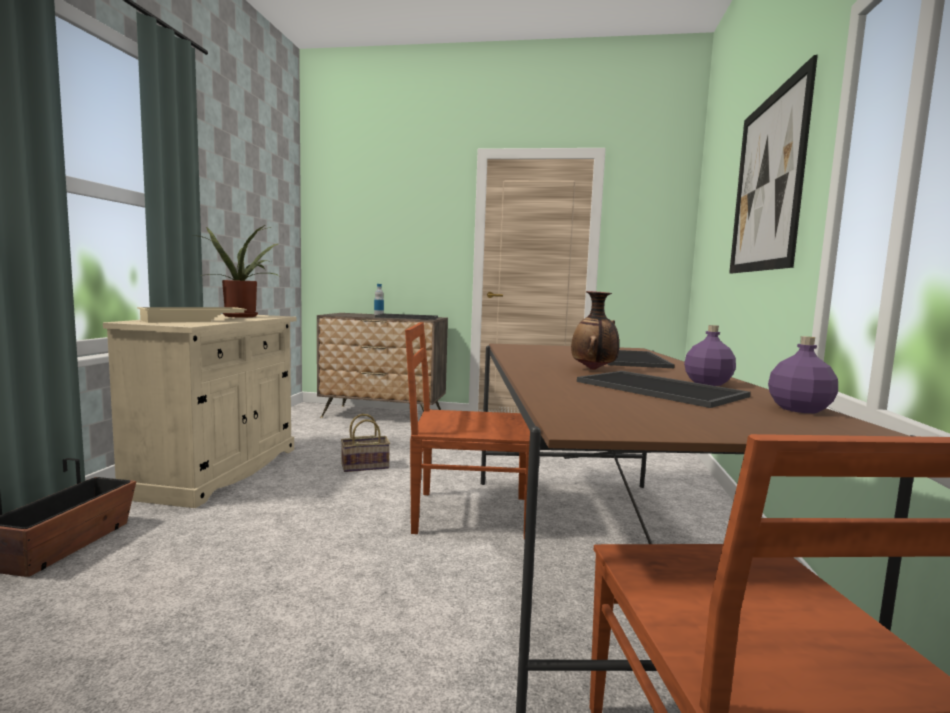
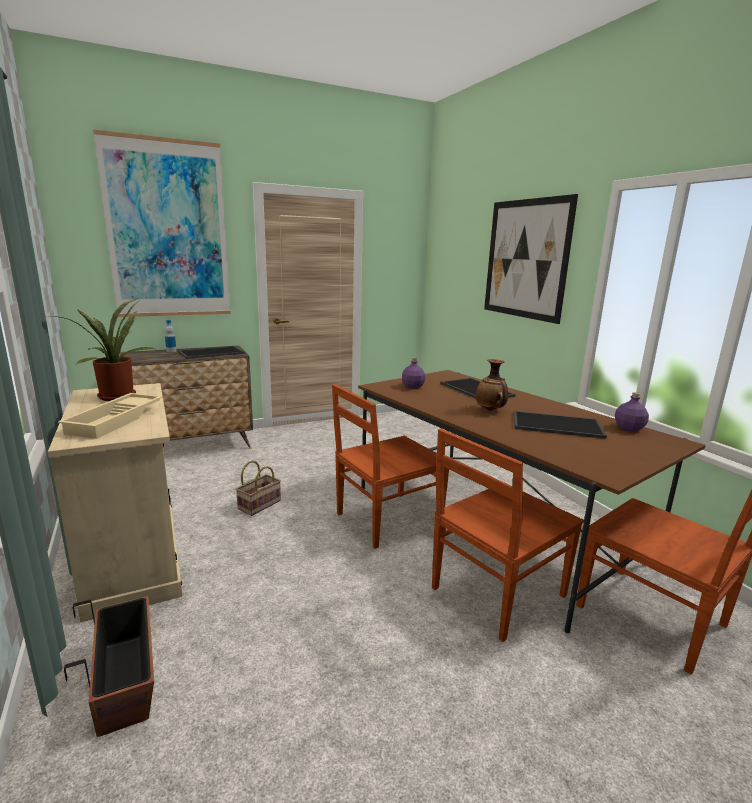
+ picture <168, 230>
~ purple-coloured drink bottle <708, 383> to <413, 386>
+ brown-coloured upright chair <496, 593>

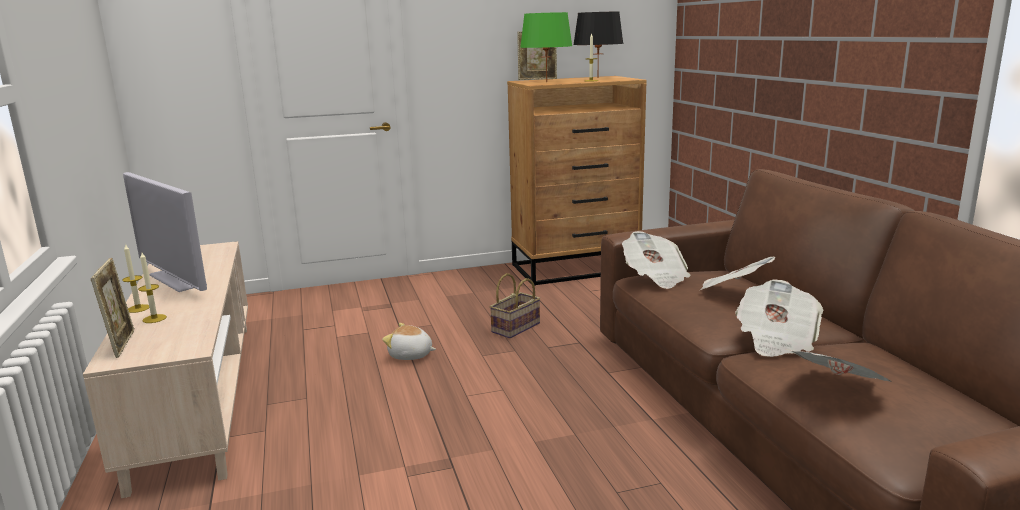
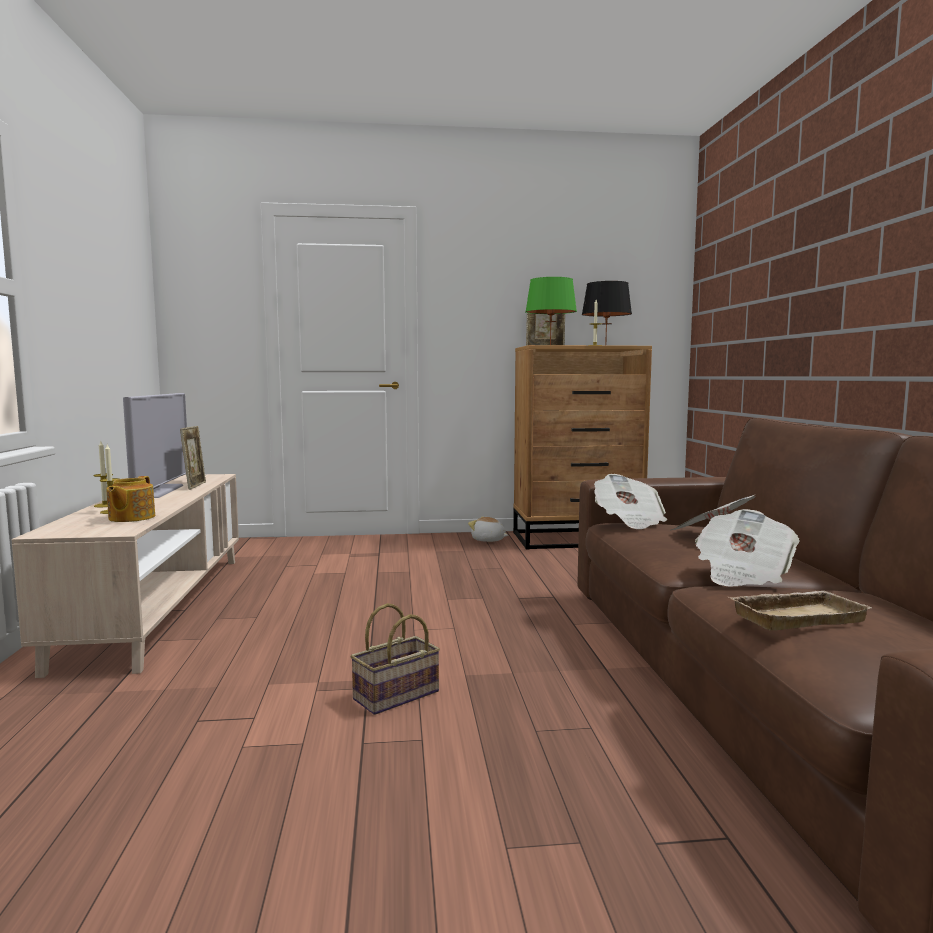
+ pot for tea <131, 518>
~ TV <177, 280> = <158, 491> 150 degrees counterclockwise
~ standing frame <122, 344> to <195, 486>
~ storage basket <515, 328> to <395, 697>
~ cuddly toy <410, 355> to <488, 540>
~ printed paper <837, 390> to beige tray <796, 616>

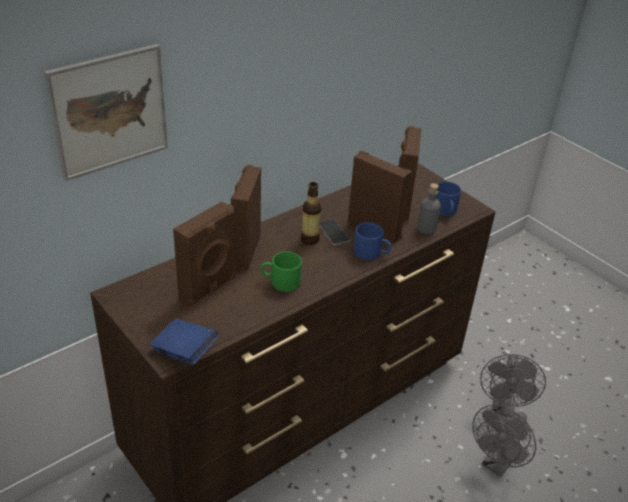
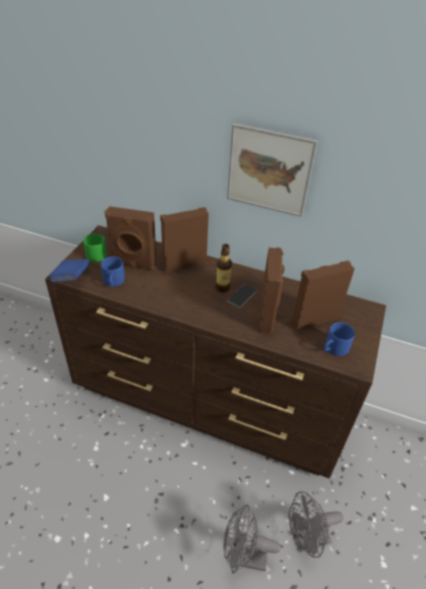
~ green-coloured tea mug <280, 282> to <95, 253>
~ bluish tea mug <372, 253> to <114, 282>
~ picture <109, 111> to <269, 170>
- greyish drink bottle <426, 228>

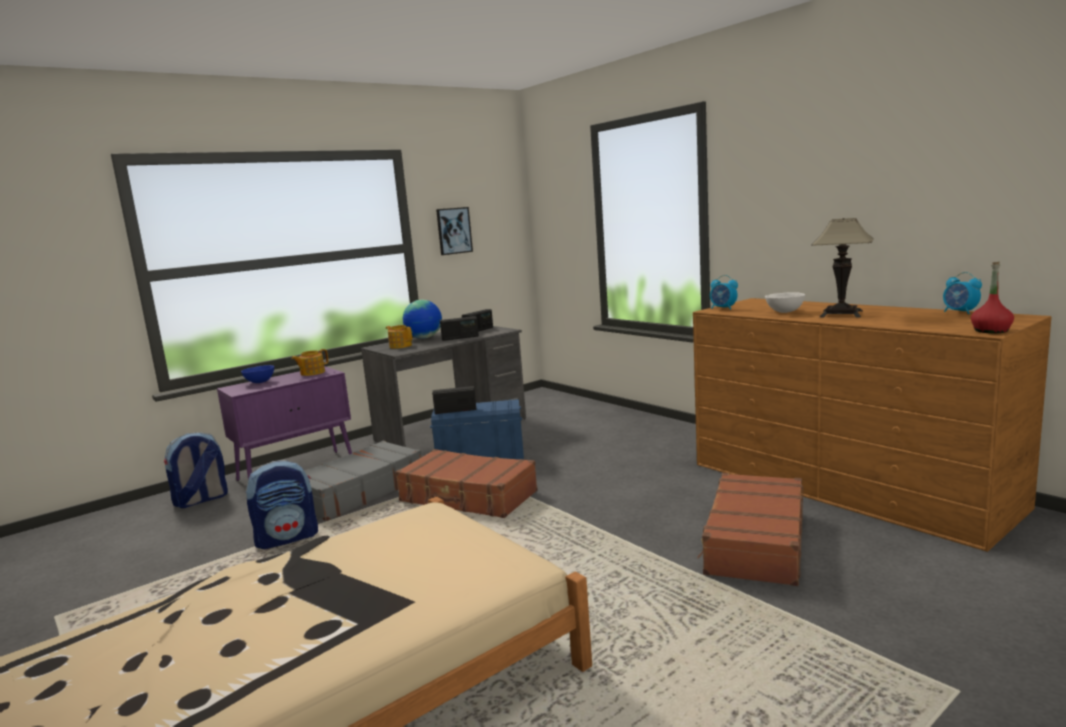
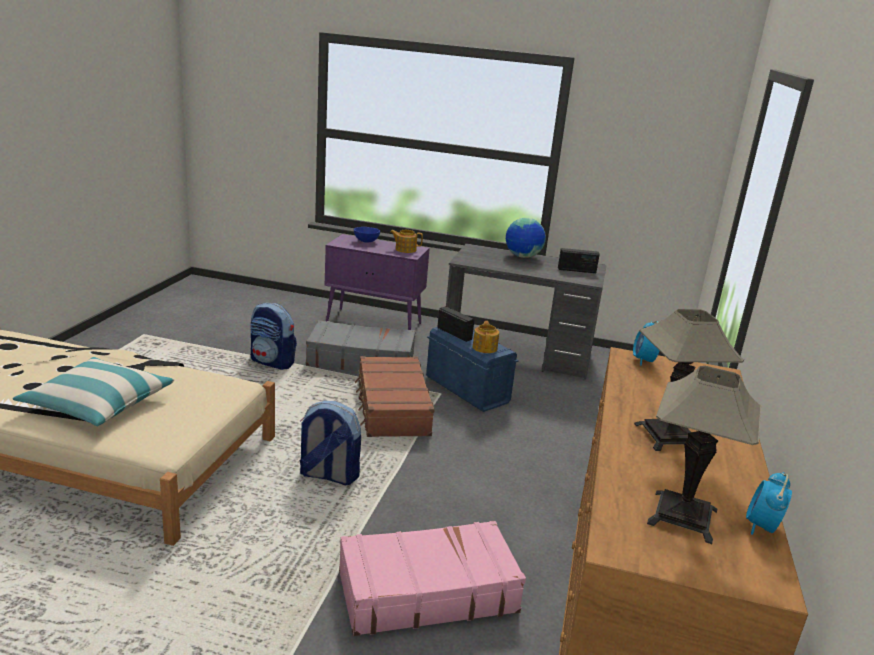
+ pillow <98, 404>
~ knapsack <201, 500> to <328, 475>
~ brown-coloured suitcase <754, 542> to pink suitcase <426, 591>
~ pot for tea <400, 346> to <485, 347>
+ lamp for a table <682, 517>
- picture <454, 231>
- radio set <460, 338>
- whitish serving bowl <784, 312>
- reddish drink bottle <991, 331>

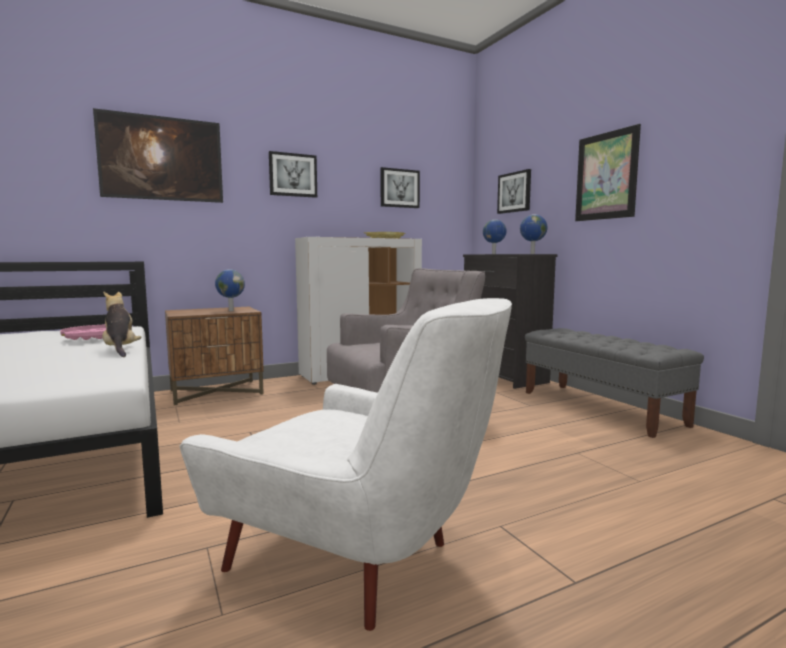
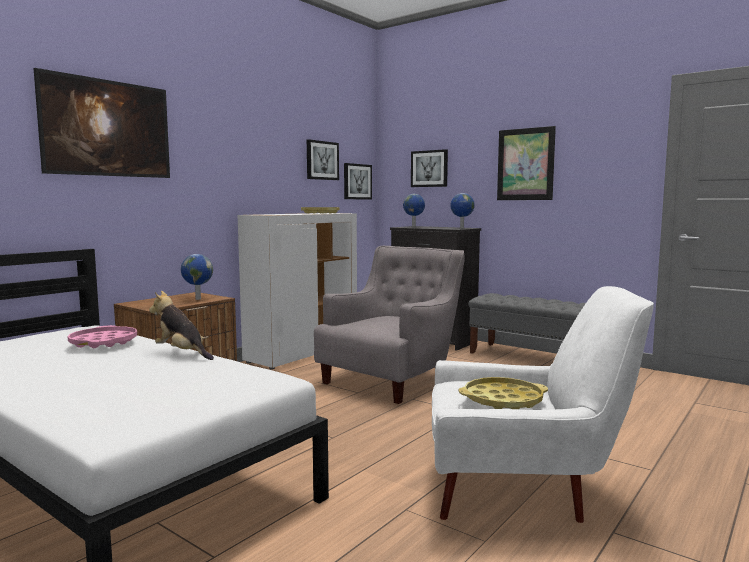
~ picture <293, 175> to <357, 181>
+ yellowish tray <502, 400>

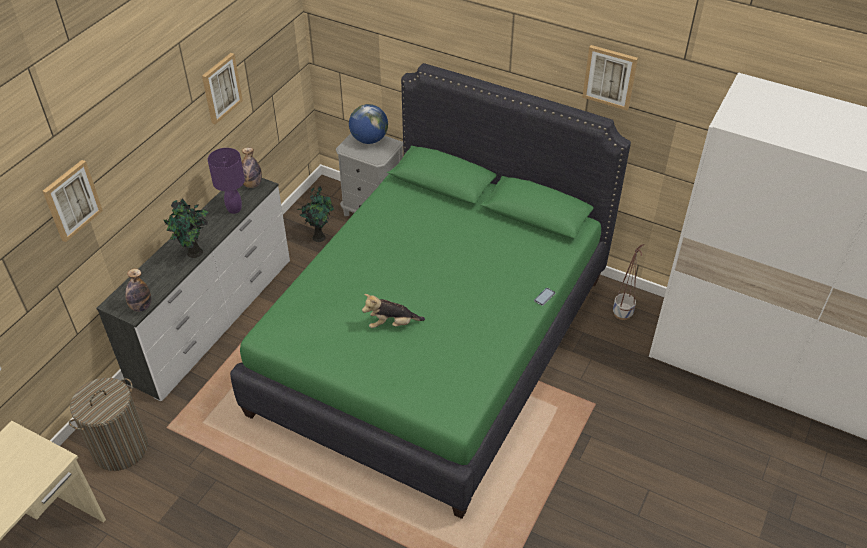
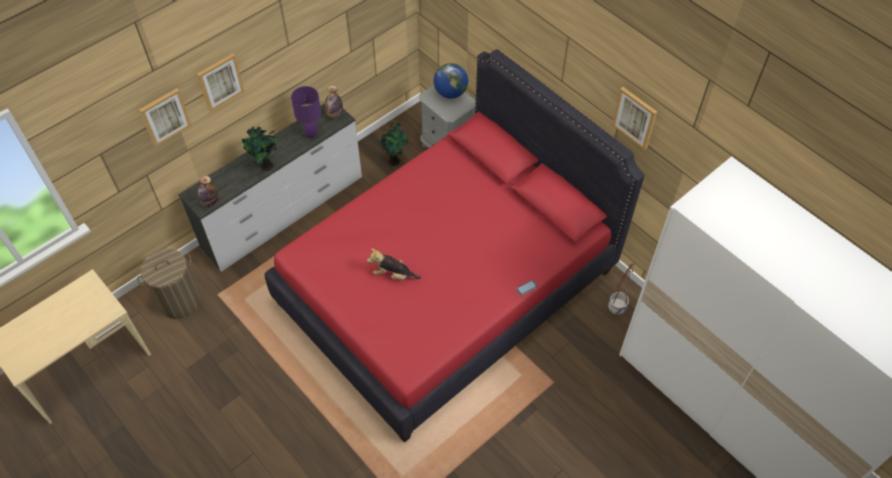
~ picture <221, 88> to <220, 81>
~ green-coloured sleeping bed <433, 343> to reddish sleeping bed <446, 286>

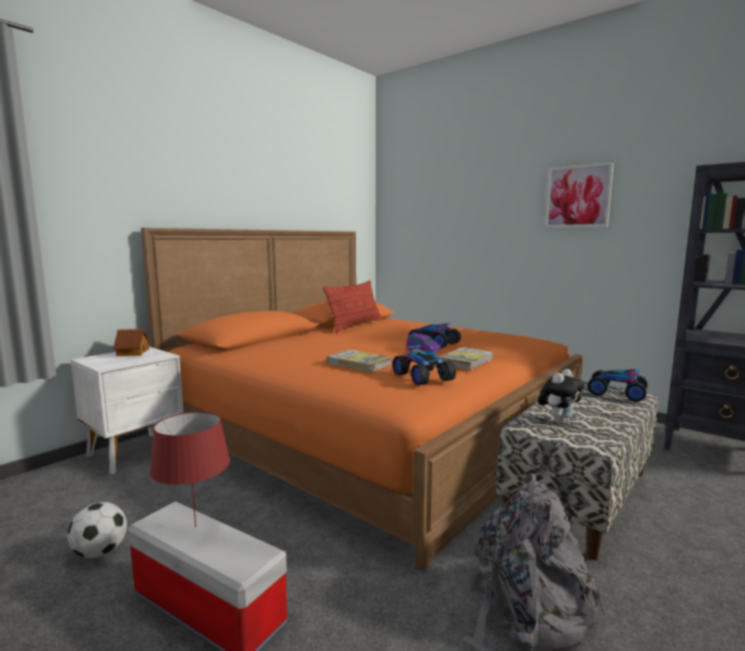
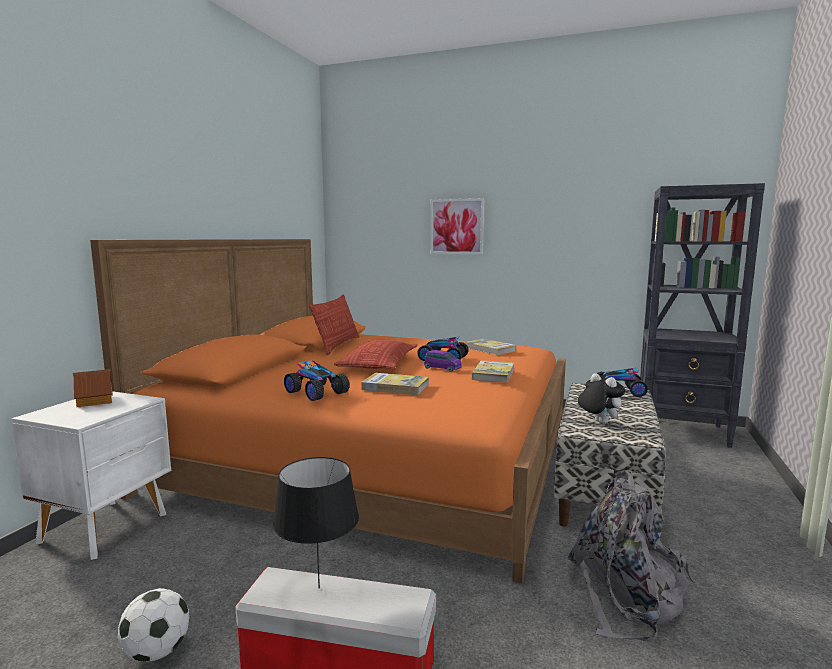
~ reddish lamp for a table <194, 527> to black lamp for a table <318, 588>
~ toy car <422, 377> to <316, 392>
+ pillow <379, 363>
~ picture <578, 196> to <457, 226>
+ book <490, 349>
~ cuddly toy <559, 421> = <598, 422> 60 degrees counterclockwise

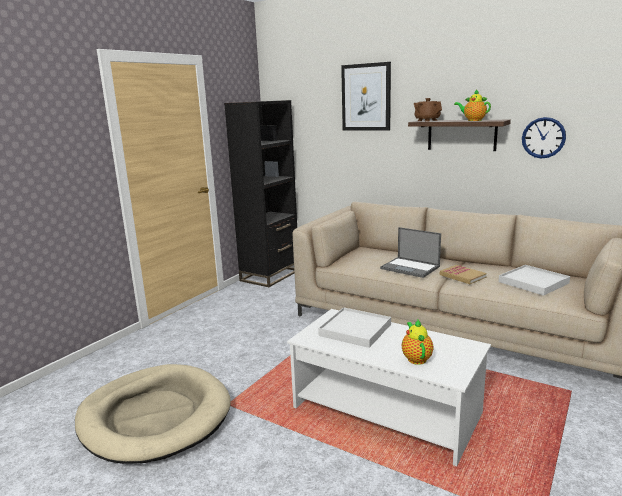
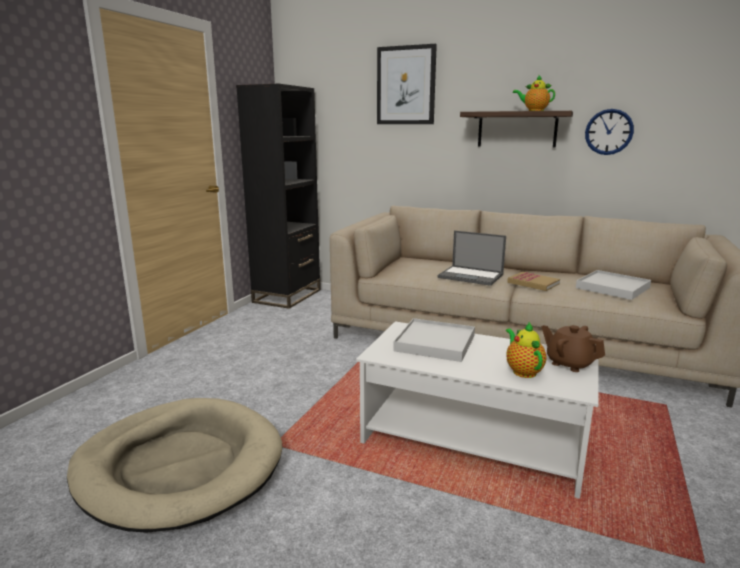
~ brown-coloured pot for tea <427, 120> to <569, 363>

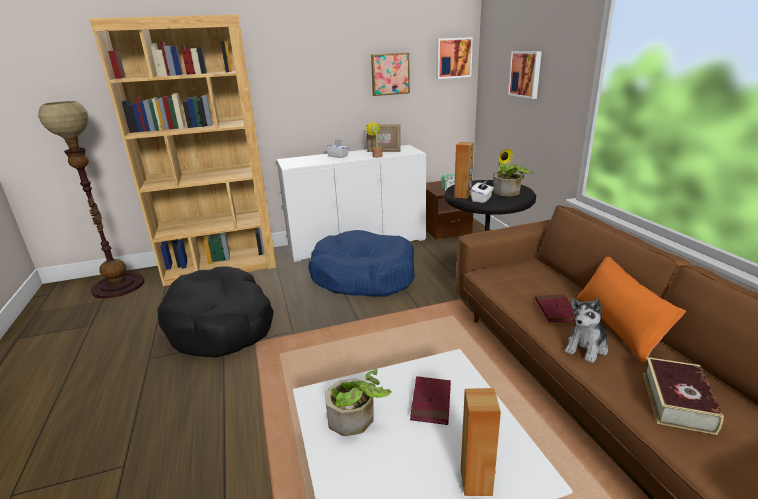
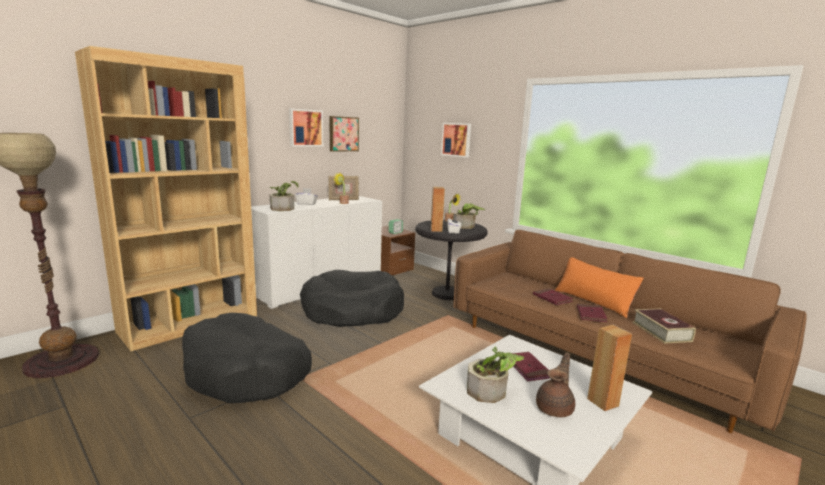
+ plant in a pot <284, 208>
~ picture <453, 58> to <305, 128>
~ bluish pet bed <363, 276> to black pet bed <352, 311>
+ brown-coloured pot for tea <555, 408>
~ cuddly toy <586, 347> to reddish book <591, 315>

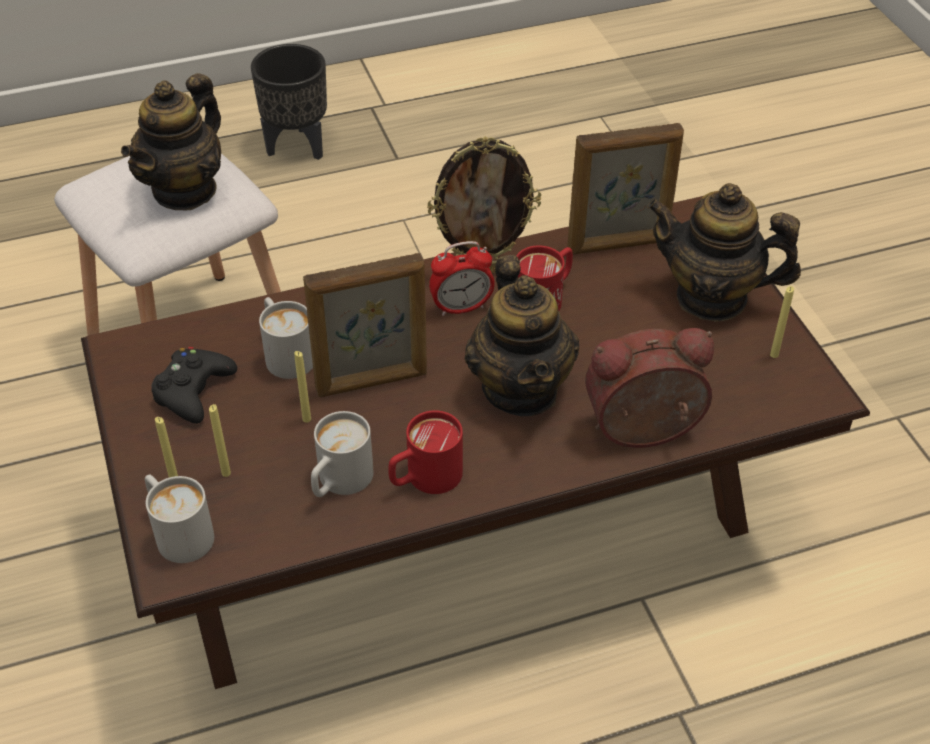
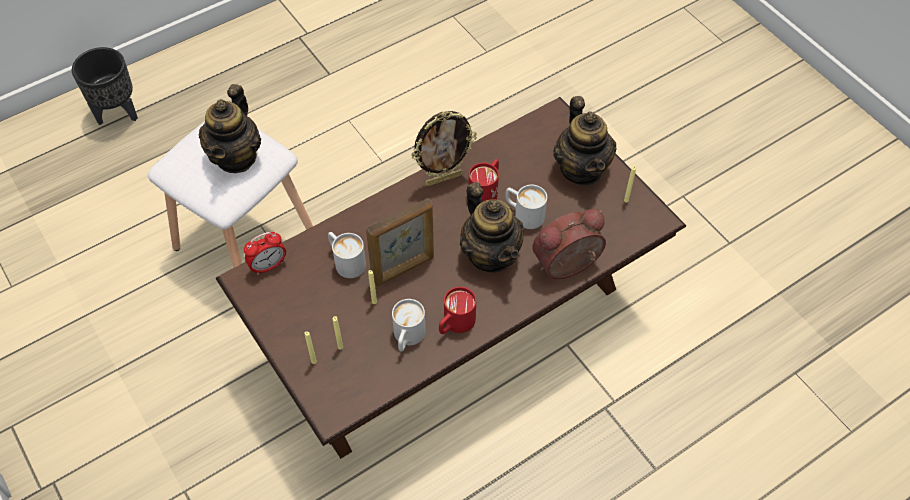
~ black flower pot <298, 146> to <118, 112>
~ bedside clock <461, 308> to <268, 266>
~ whitish tea mug <178, 532> to <523, 214>
~ pot for tea <712, 297> = <582, 169> 105 degrees counterclockwise
- black gamepad <193, 391>
- standing frame <618, 245>

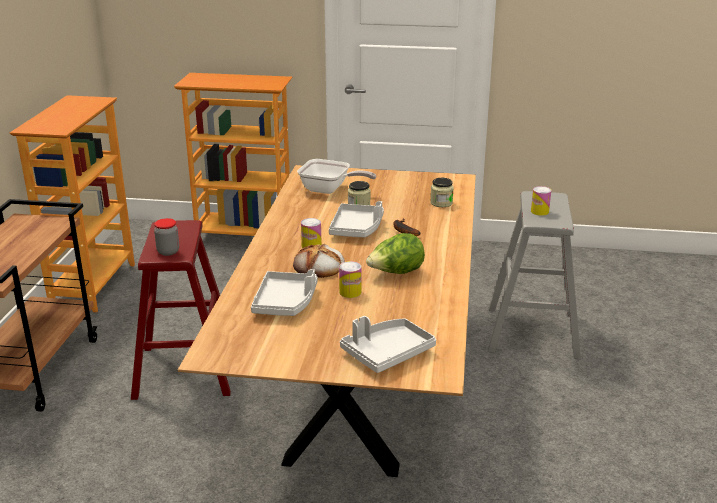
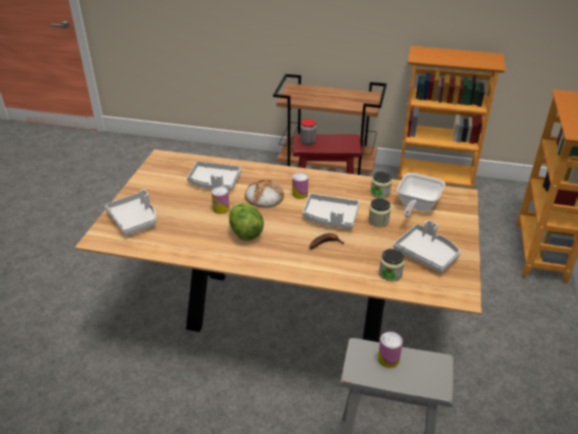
+ storage jar <380, 193>
+ greyish tray <426, 254>

